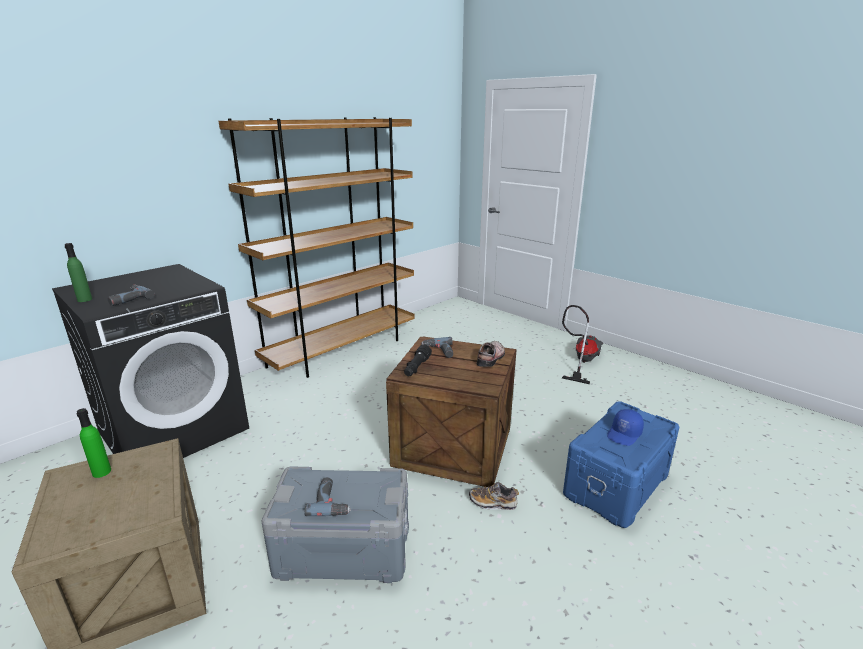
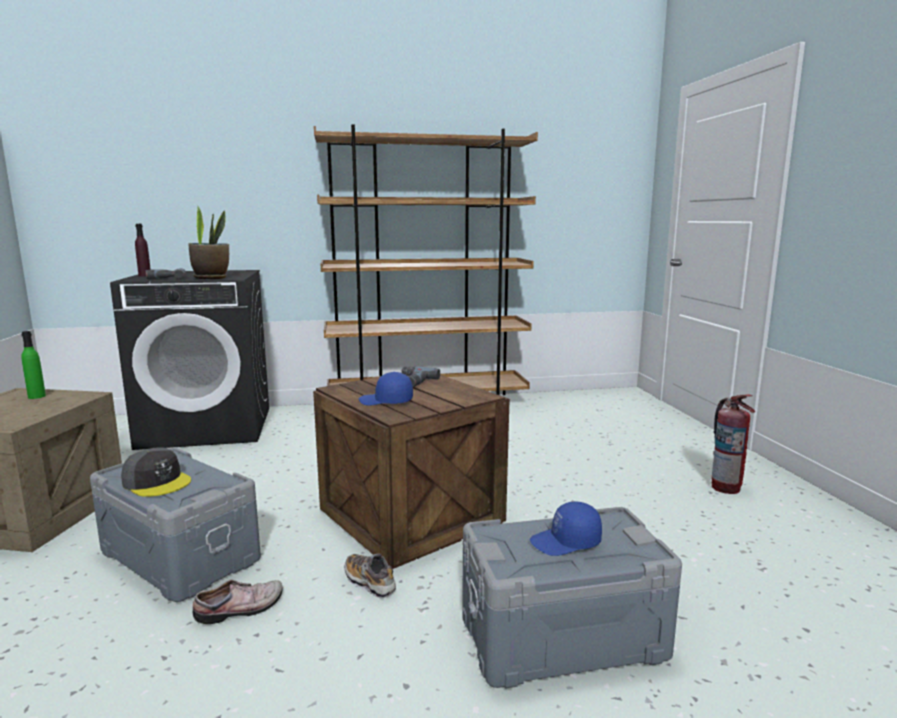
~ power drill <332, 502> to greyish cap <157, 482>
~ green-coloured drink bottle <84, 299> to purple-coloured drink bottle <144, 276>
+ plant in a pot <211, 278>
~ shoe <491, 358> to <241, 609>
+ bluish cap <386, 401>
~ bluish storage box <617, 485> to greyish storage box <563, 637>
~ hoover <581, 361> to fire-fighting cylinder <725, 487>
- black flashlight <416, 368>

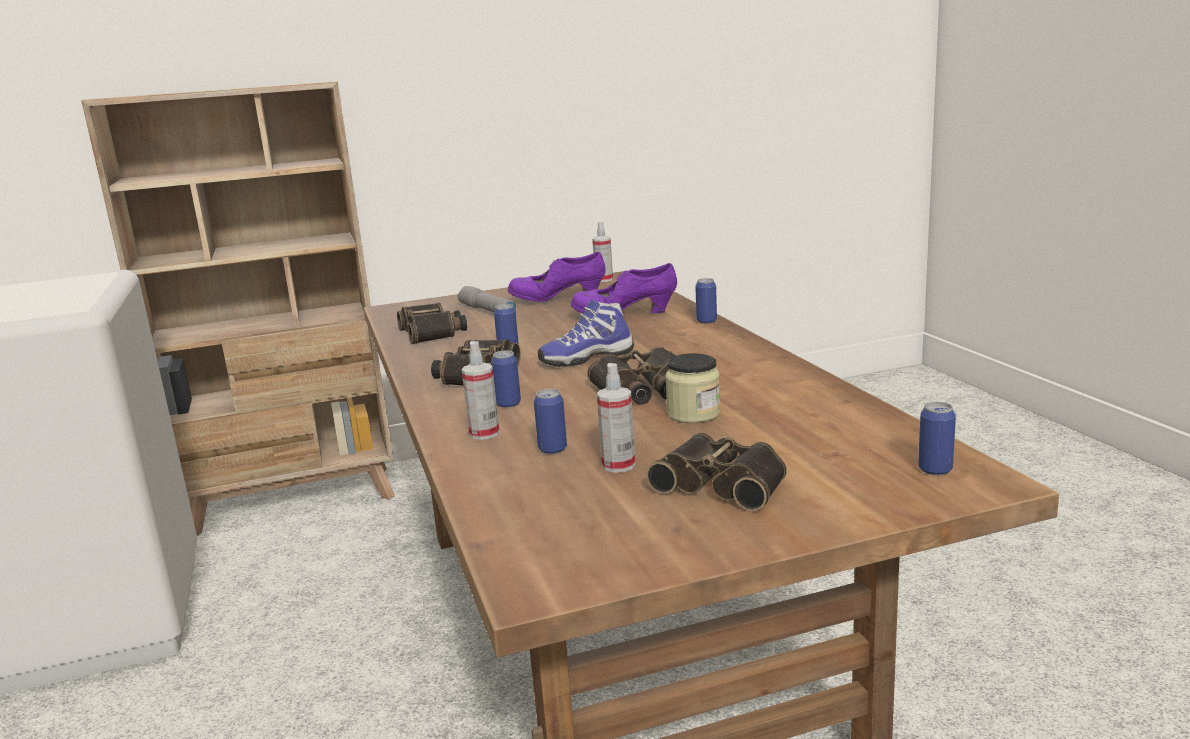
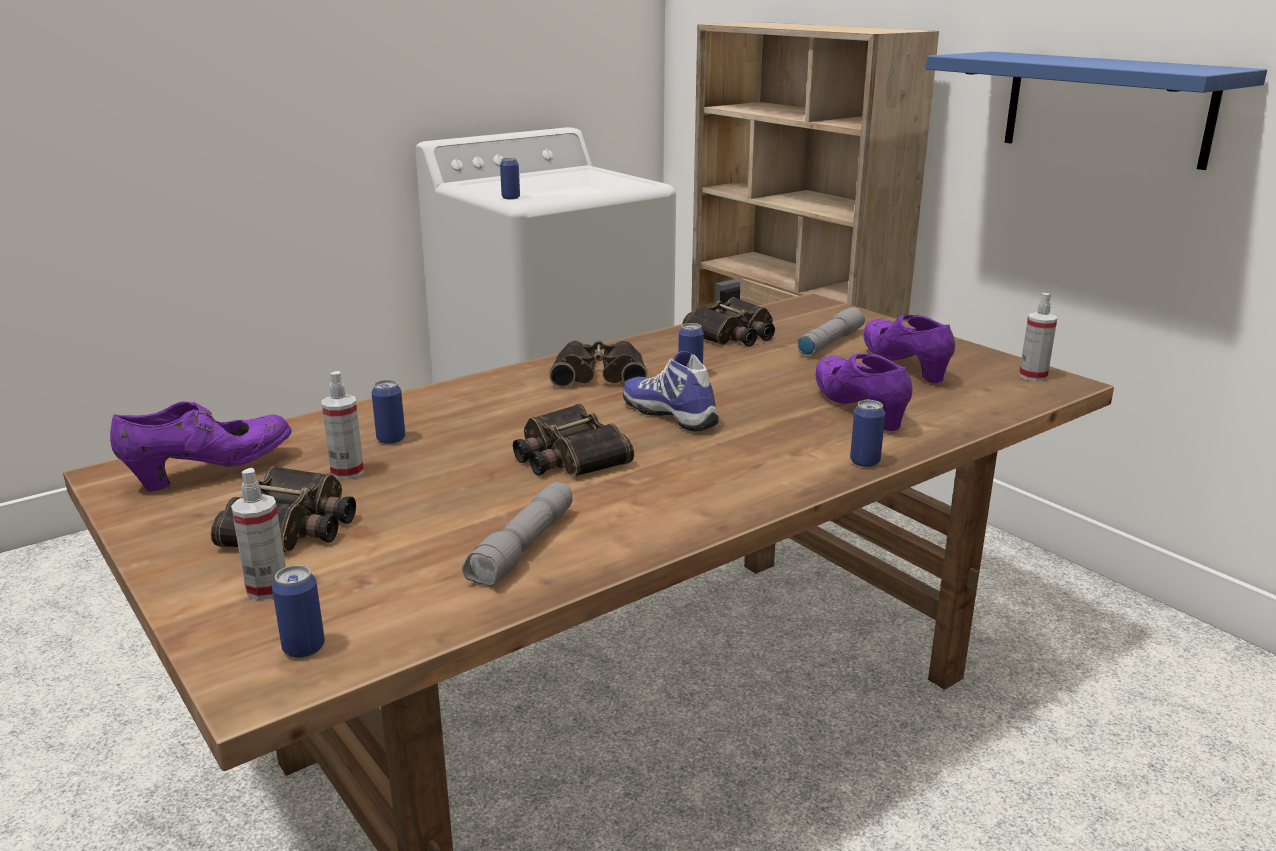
+ purple-coloured shoe <212, 472>
~ sprayer <484, 433> to <267, 588>
+ greyish flashlight <524, 548>
~ sealed can <508, 404> to <510, 198>
+ bluish shelf <1106, 108>
- storage jar <693, 414>

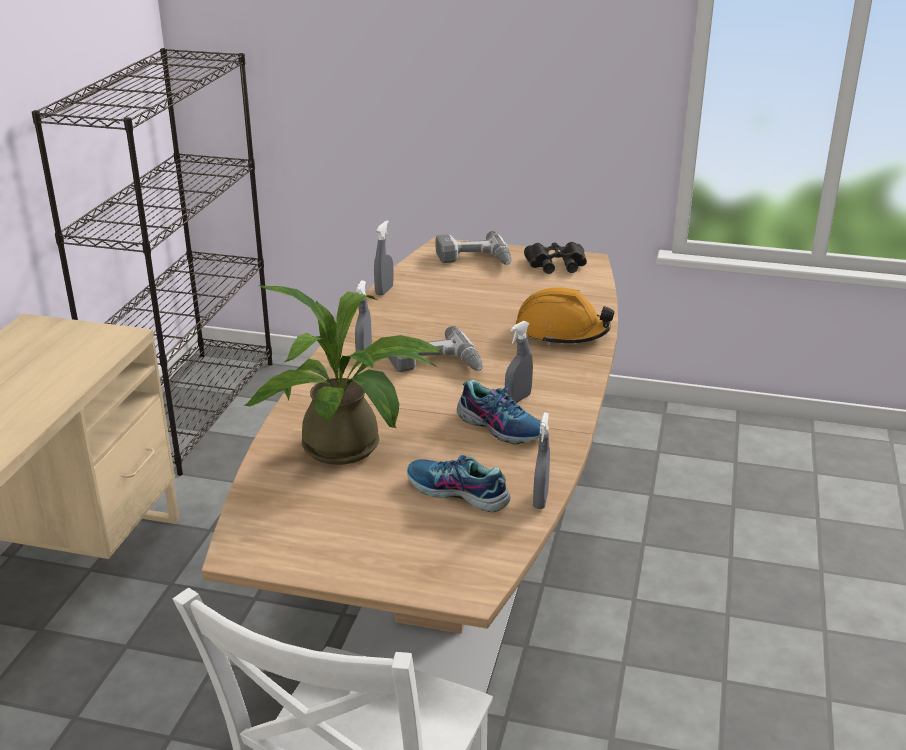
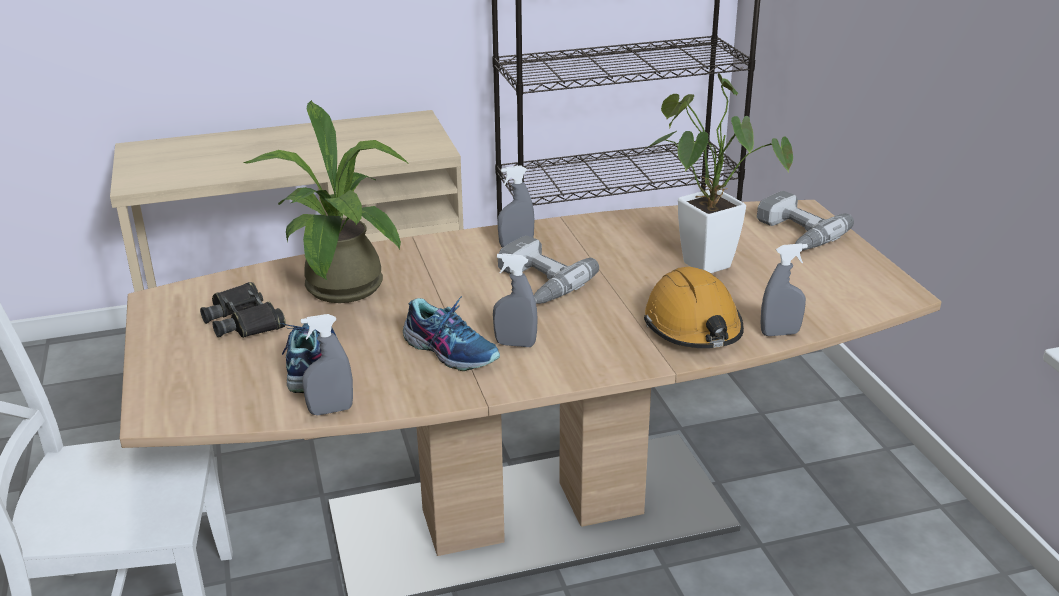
~ black field glasses <556, 264> to <244, 320>
~ shoe <501, 426> = <451, 350> 60 degrees counterclockwise
+ plant in a pot <700, 260>
~ greyish sprayer <384, 291> to <780, 333>

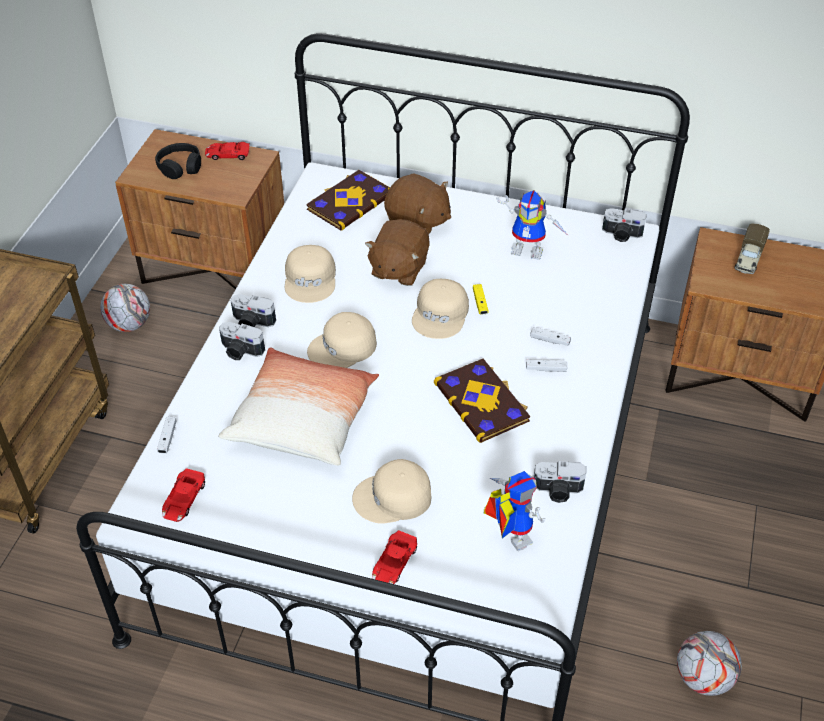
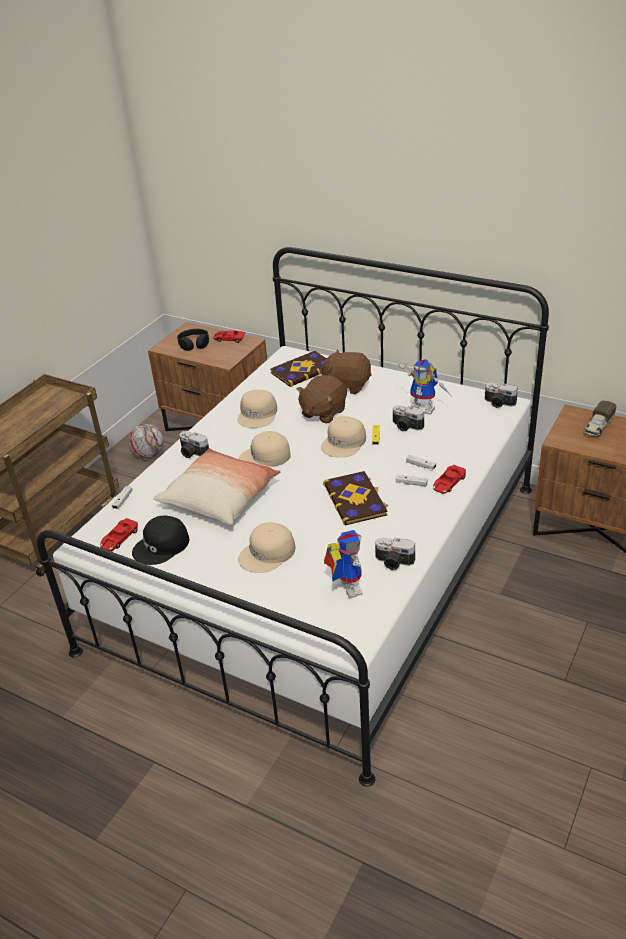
+ black cap <162, 546>
~ beige cap <393, 498> = <268, 554> 45 degrees counterclockwise
~ brown-coloured cuddly toy <417, 222> = <347, 385> 150 degrees clockwise
~ still camera <252, 322> to <406, 427>
~ reddish toy car <394, 563> to <448, 483>
- football ball <703, 678>

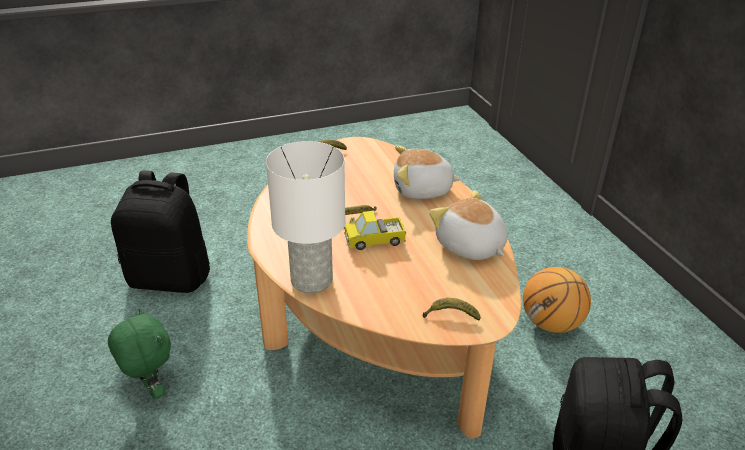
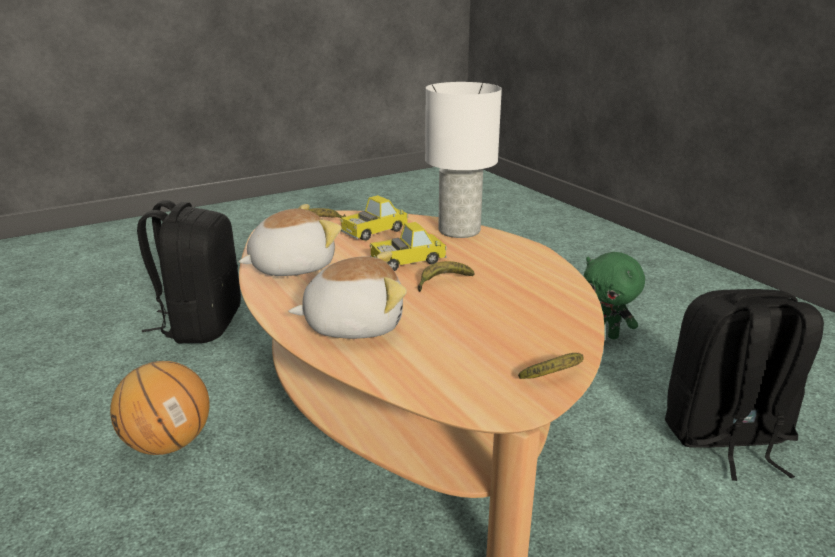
~ cuddly toy <470, 246> = <291, 266> 75 degrees counterclockwise
+ toy lorry <375, 232>

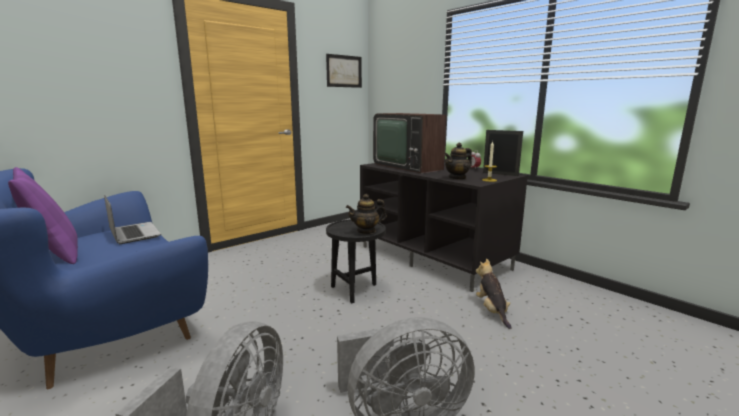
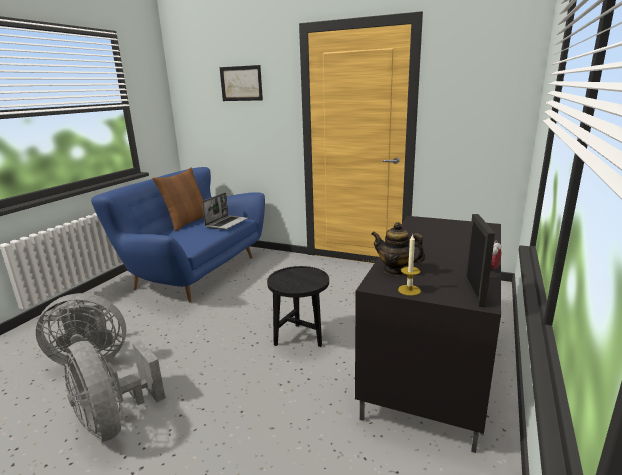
~ purple-coloured pillow <55, 254> to brown-coloured pillow <187, 222>
~ picture <344, 71> to <241, 83>
- pot for tea <366, 231>
- TV <410, 166>
- cuddly toy <492, 311>

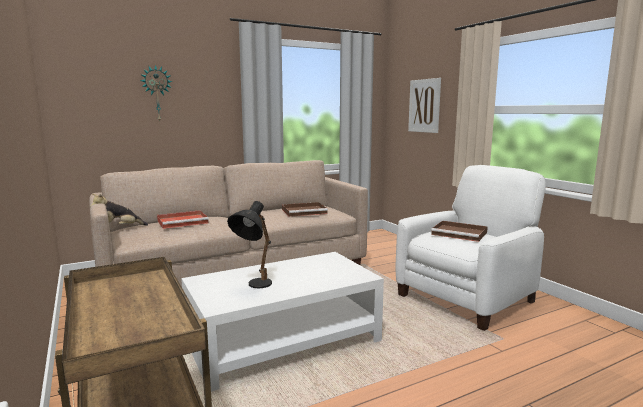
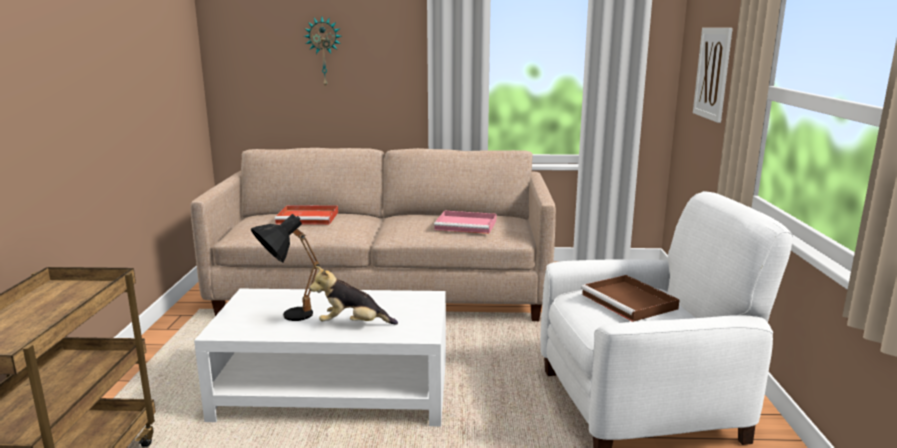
~ cuddly toy <119, 229> to <353, 325>
~ brown-coloured tray <305, 211> to pink tray <467, 225>

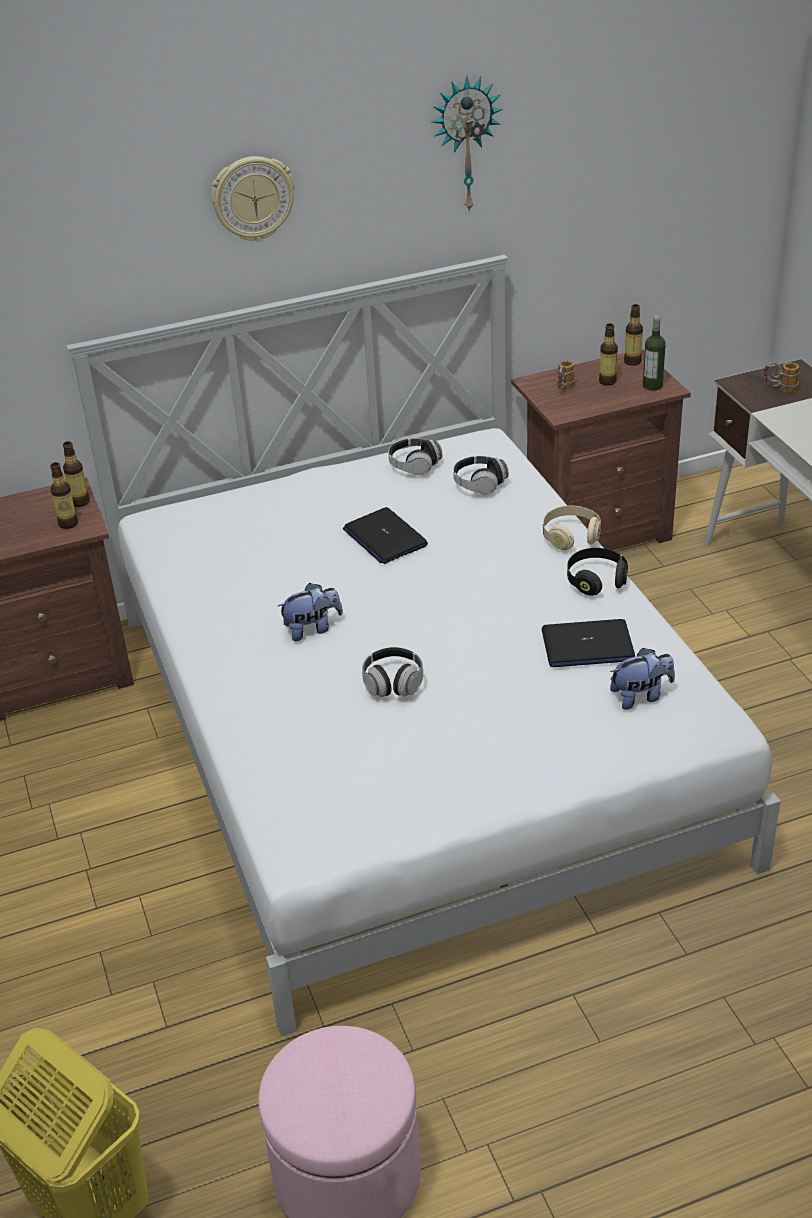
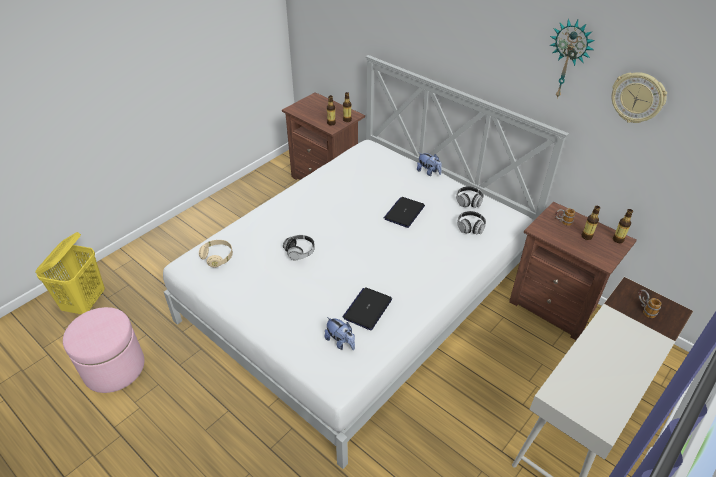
~ beige headset <570, 536> to <217, 257>
~ notebook computer <587, 645> = <367, 309> 60 degrees clockwise
~ cuddly toy <312, 629> to <428, 172>
~ hanging clock <253, 198> to <637, 97>
- black headset <596, 580>
- drink bottle <652, 385>

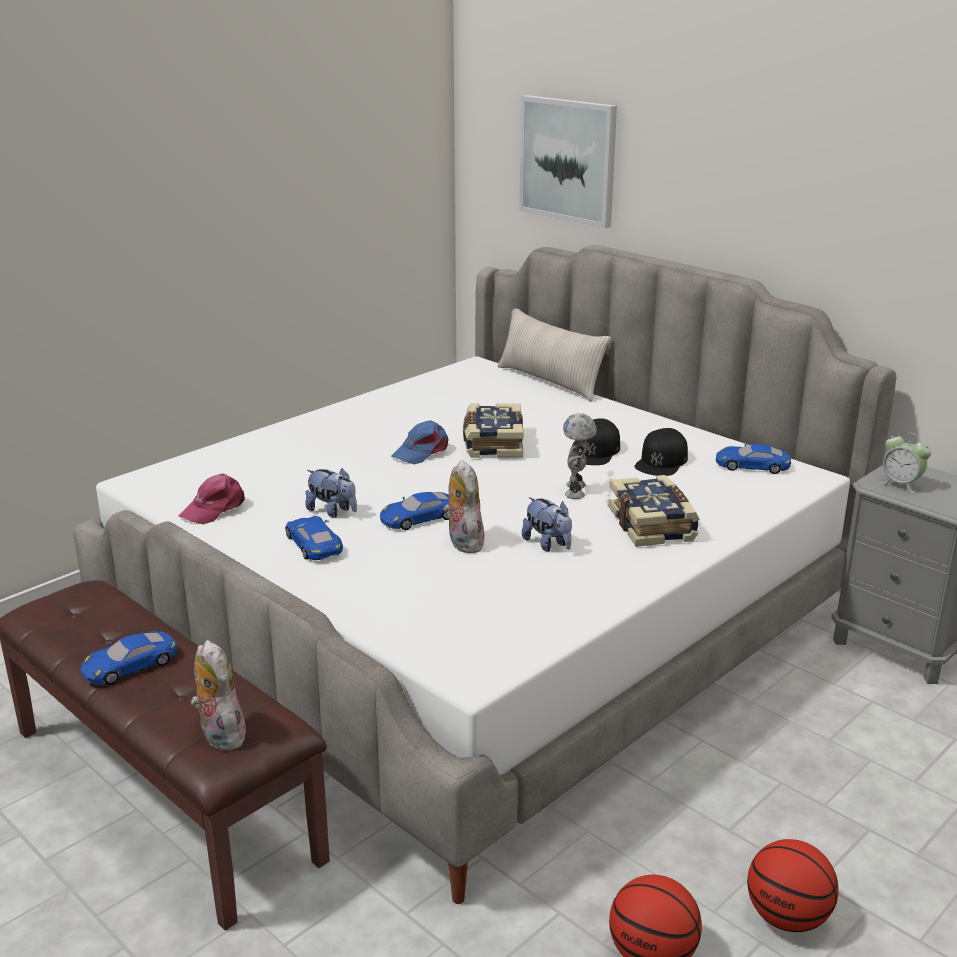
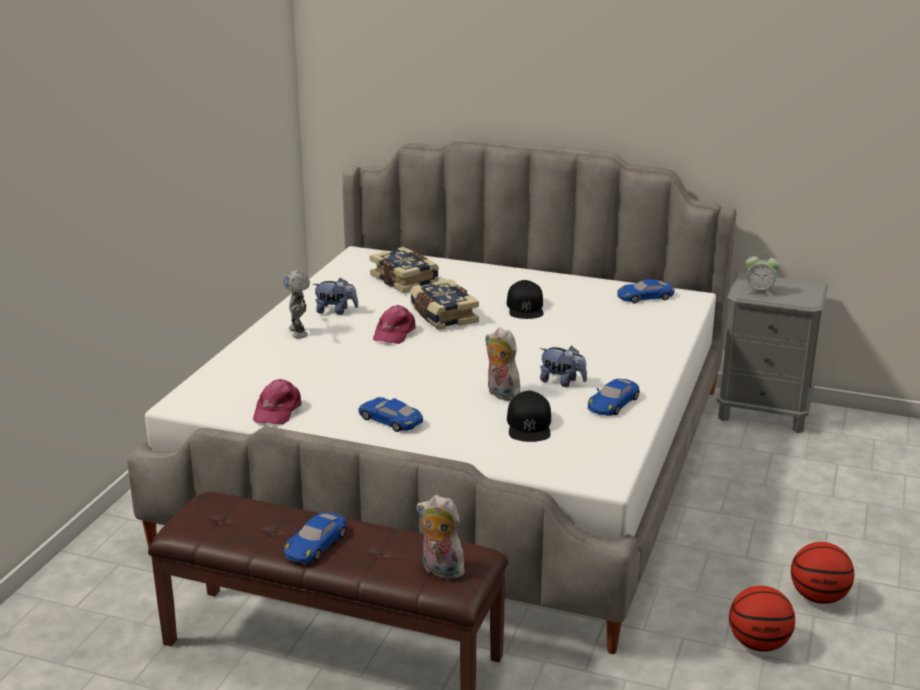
~ toy robot <577, 491> to <299, 332>
~ cuddly toy <332, 511> to <336, 311>
~ book <653, 525> to <405, 280>
~ bluish cap <422, 451> to pink cap <394, 332>
~ black cap <661, 461> to <529, 425>
~ bluish toy car <419, 517> to <613, 403>
- beige pillow <550, 381>
- picture <568, 160>

